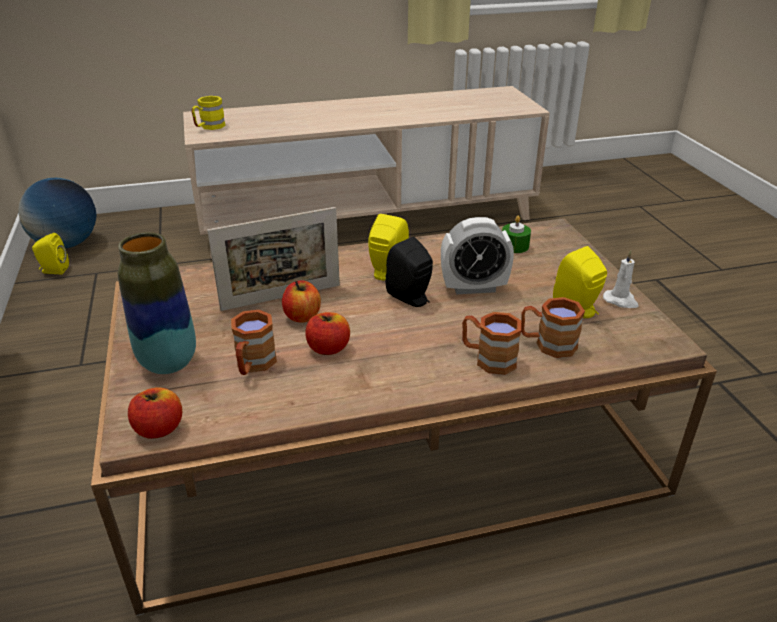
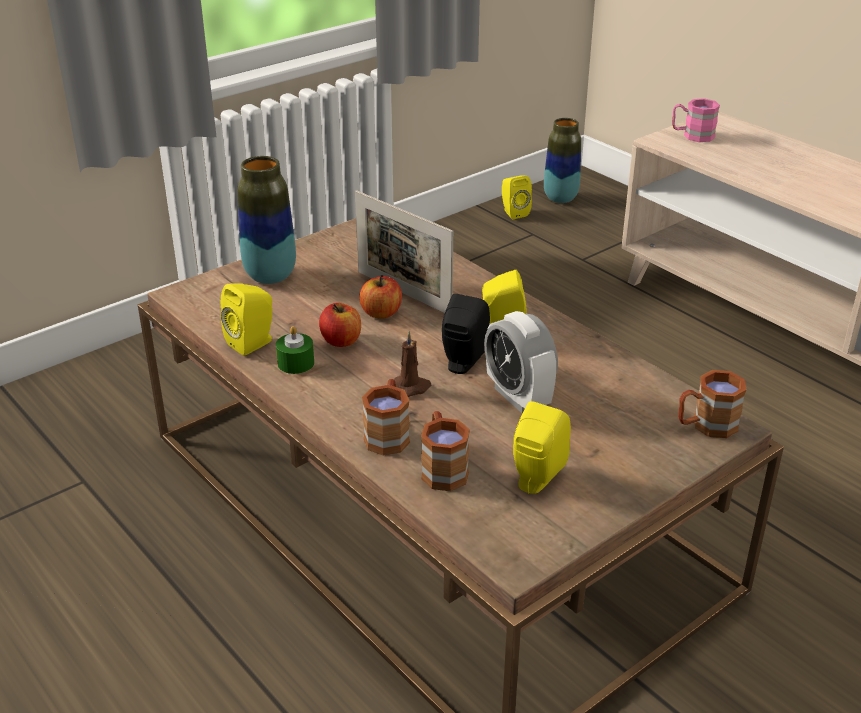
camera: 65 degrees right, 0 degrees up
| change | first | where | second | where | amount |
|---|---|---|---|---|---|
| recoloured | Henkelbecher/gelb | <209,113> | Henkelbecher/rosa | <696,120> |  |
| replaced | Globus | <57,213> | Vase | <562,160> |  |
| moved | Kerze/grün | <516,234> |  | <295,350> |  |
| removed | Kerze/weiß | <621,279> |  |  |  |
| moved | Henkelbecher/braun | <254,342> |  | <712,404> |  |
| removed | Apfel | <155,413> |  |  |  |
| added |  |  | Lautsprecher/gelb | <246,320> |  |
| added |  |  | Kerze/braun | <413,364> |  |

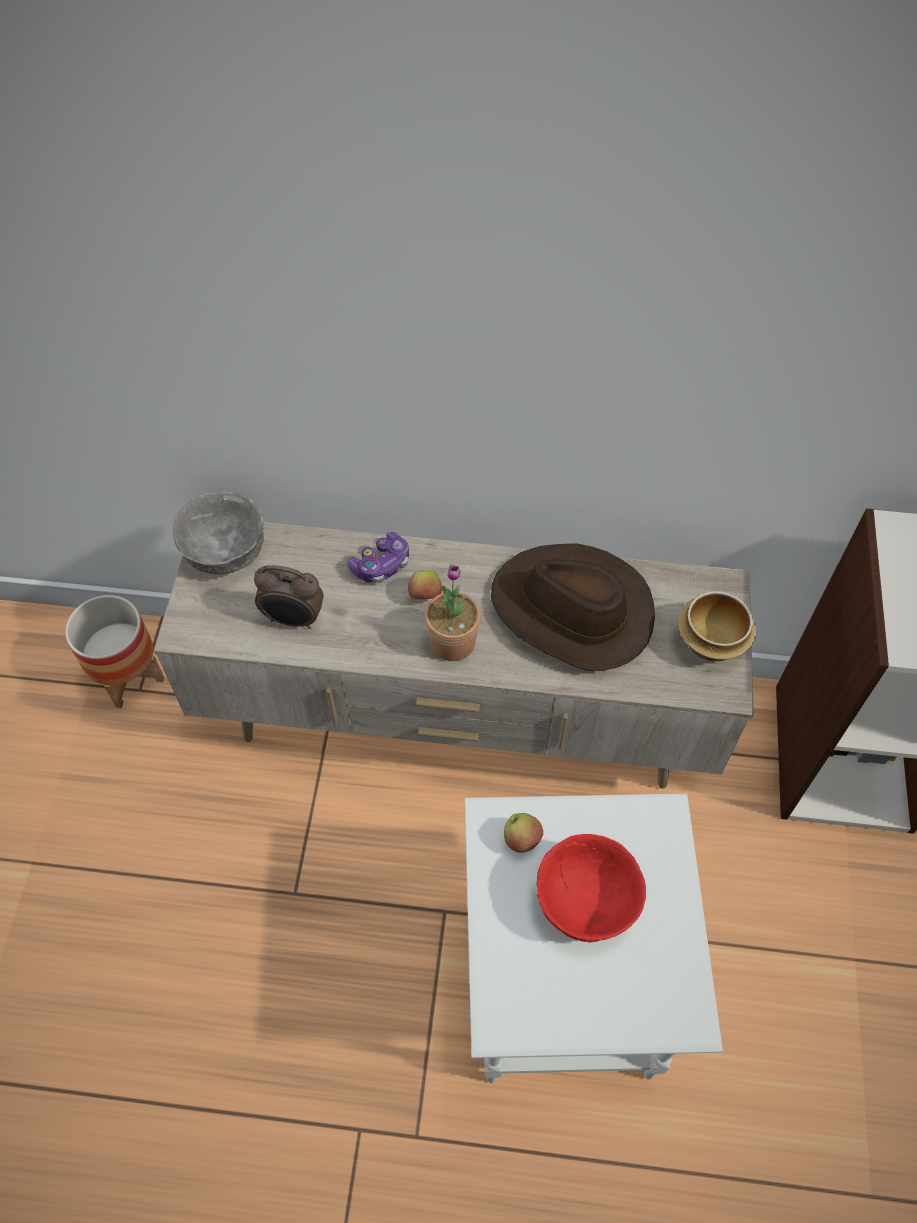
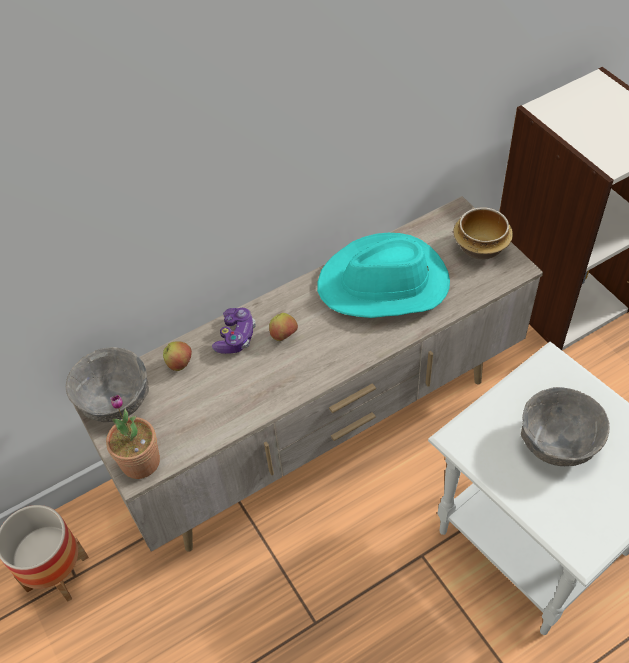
camera: 35 degrees left, 5 degrees down
| change | first | where | second | where | amount |
|---|---|---|---|---|---|
| recoloured | Hut/braun | <573,607> | Hut/türkis | <383,275> |  |
| removed | Wecker | <289,597> |  |  |  |
| moved | Topfpflanze | <453,613> |  | <133,436> |  |
| moved | Apfel | <523,833> |  | <177,356> |  |
| recoloured | Schüssel/rot | <591,888> | Schüssel/grau | <565,426> |  |

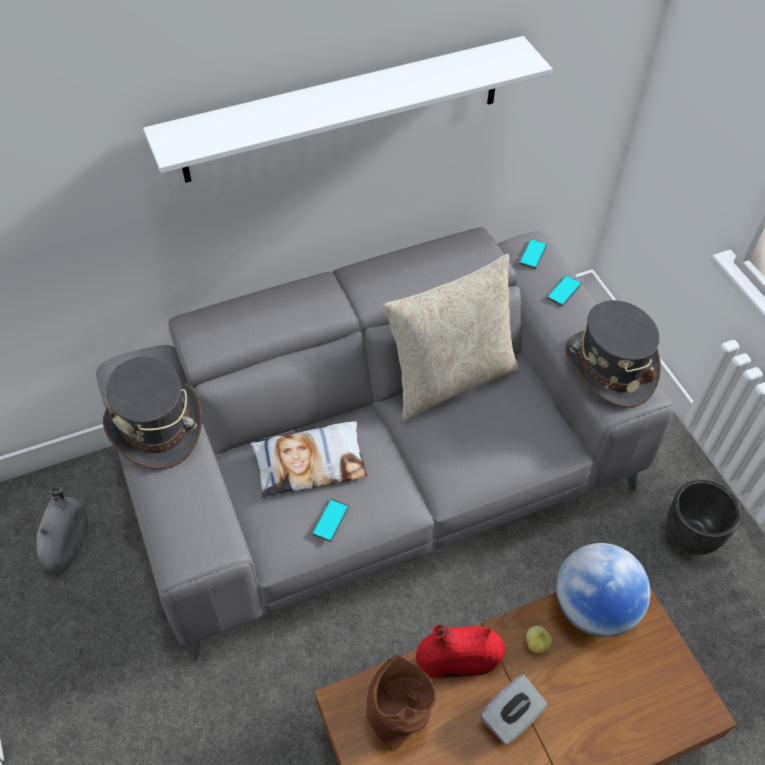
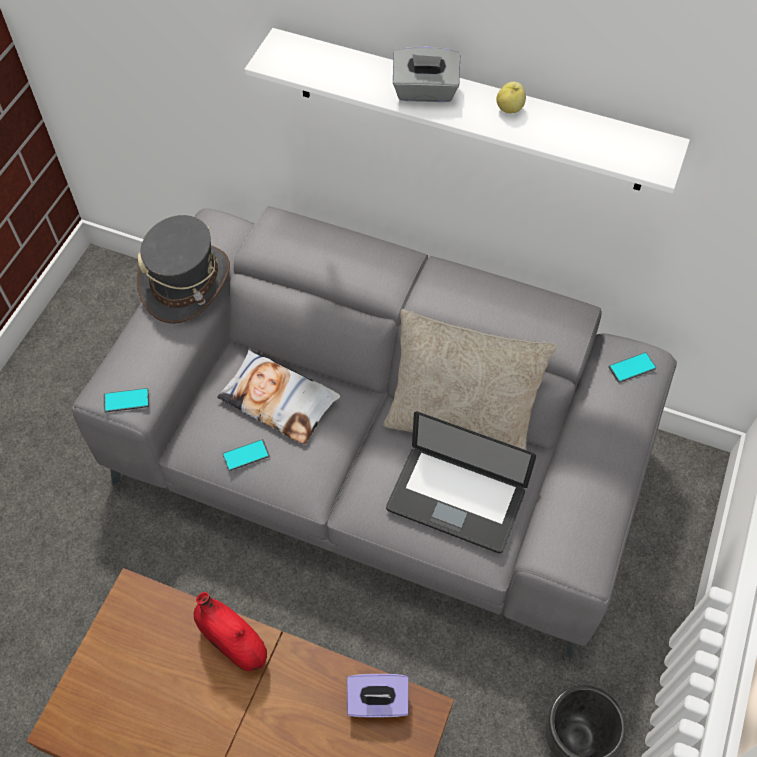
camera: 45 degrees right, 5 degrees up
| change | first | where | second | where | amount |
|---|---|---|---|---|---|
| moved | Handy | <564,290> |  | <126,400> |  |
| removed | Hut/grau | <613,354> |  |  |  |
| removed | Vase/grau | <62,529> |  |  |  |
| replaced | Globus | <603,590> | Taschentuchbox/lila | <378,696> |  |
| moved | Apfel | <539,640> |  | <511,97> |  |
| removed | Vase/braun | <401,701> |  |  |  |
| moved | Taschentuchbox/grau | <513,709> |  | <426,74> |  |
| added |  |  | Laptop | <461,482> |  |

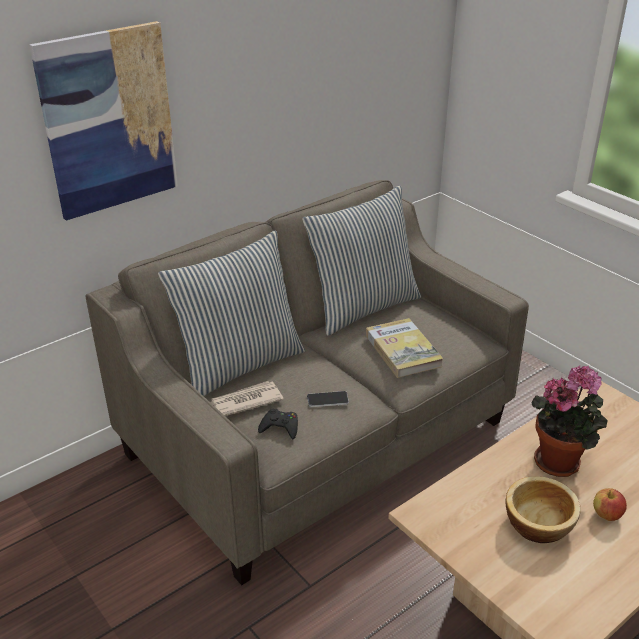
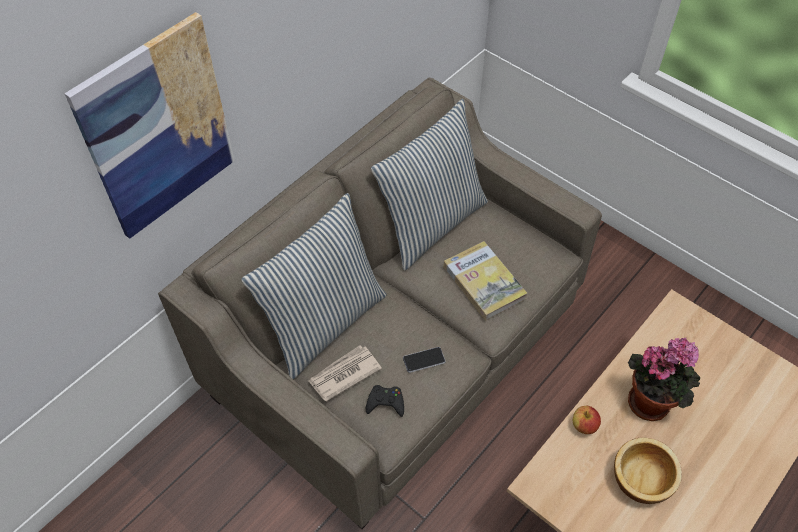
camera: 10 degrees left, 20 degrees up
| change | first | where | second | where | amount |
|---|---|---|---|---|---|
| moved | Apfel | <610,504> |  | <587,420> |  |

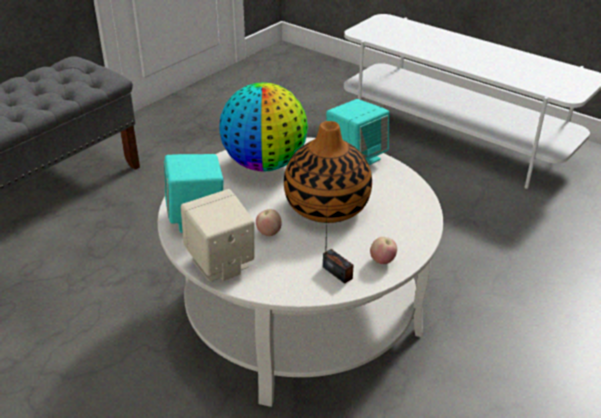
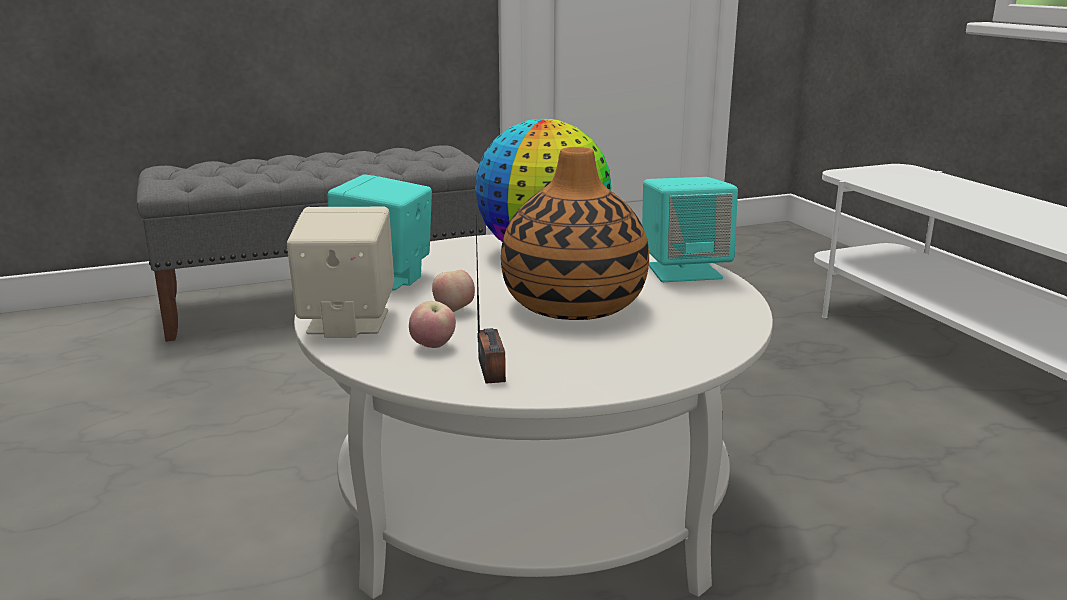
camera: 30 degrees right, 15 degrees down
| change | first | where | second | where | amount |
|---|---|---|---|---|---|
| moved | Apfel | <383,250> |  | <432,324> |  |

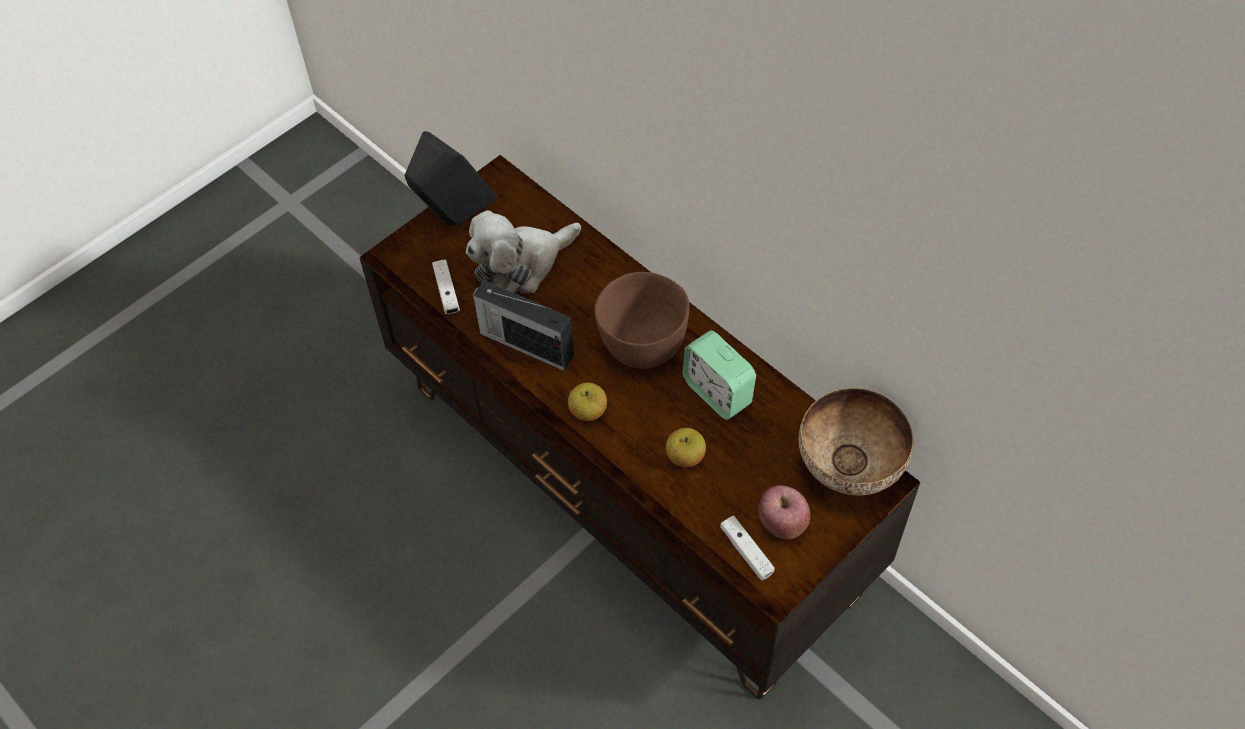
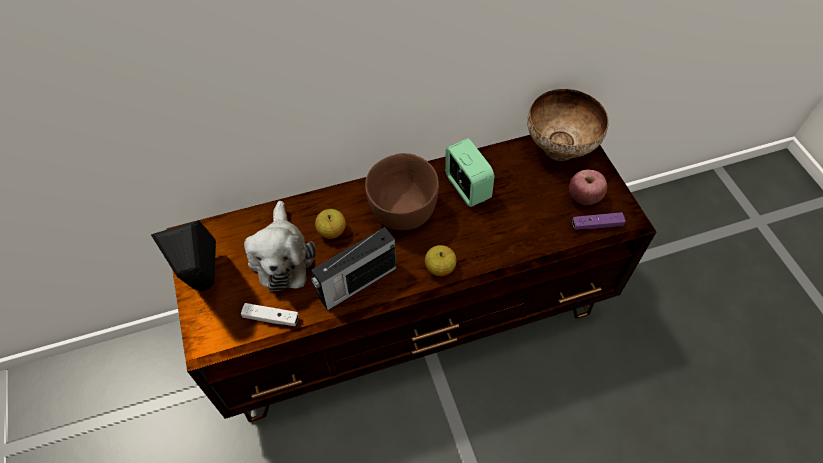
camera: 65 degrees left, 0 degrees up
| change | first | where | second | where | amount |
|---|---|---|---|---|---|
| turned | Wecker | <719,375> |  | <470,172> | 105 degrees counterclockwise |
| moved | Apfel | <686,448> |  | <330,224> |  |
| recoloured | Gamepad/weiß | <747,548> | Gamepad/lila | <599,221> |  |

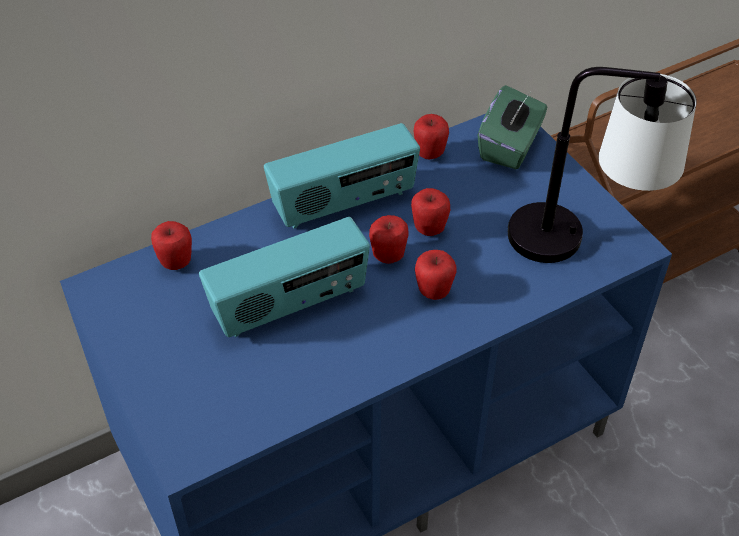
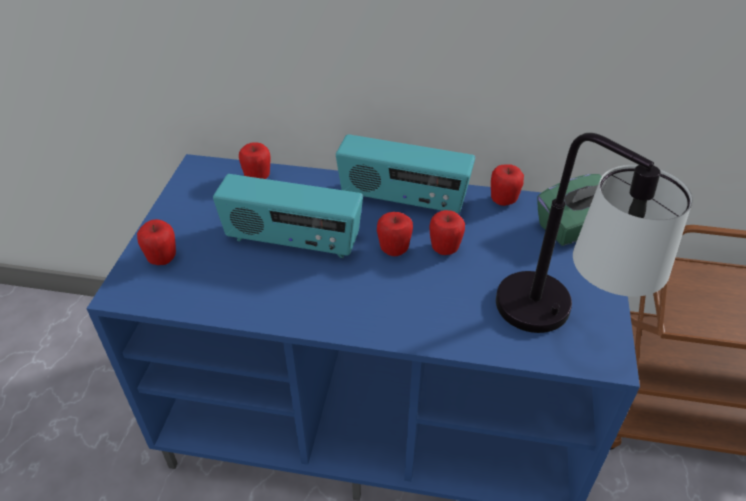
camera: 40 degrees right, 5 degrees down
| change | first | where | second | where | amount |
|---|---|---|---|---|---|
| moved | Apfel | <435,275> |  | <156,242> |  |

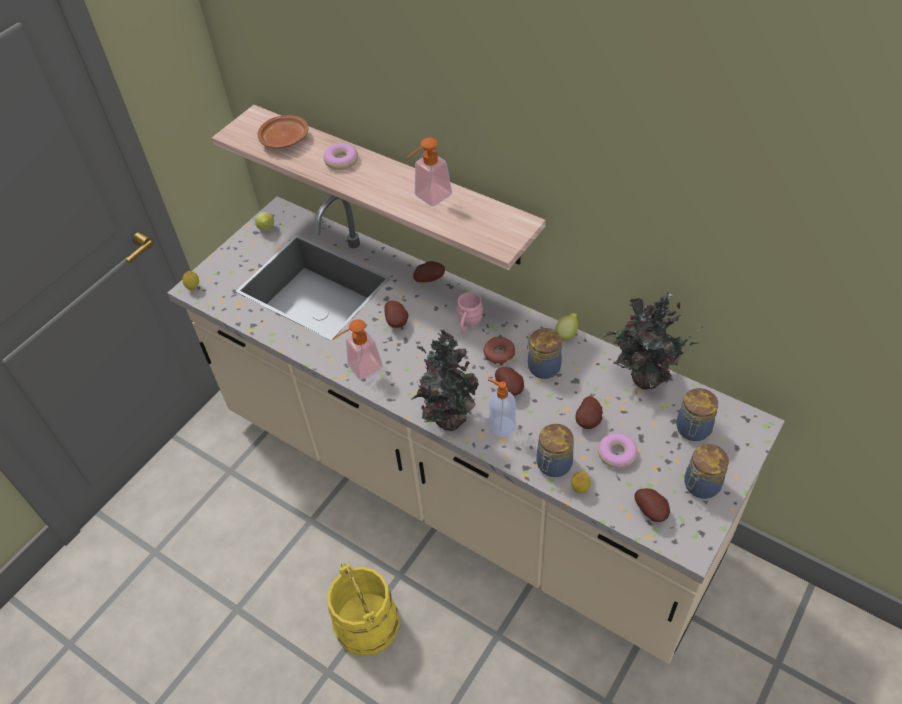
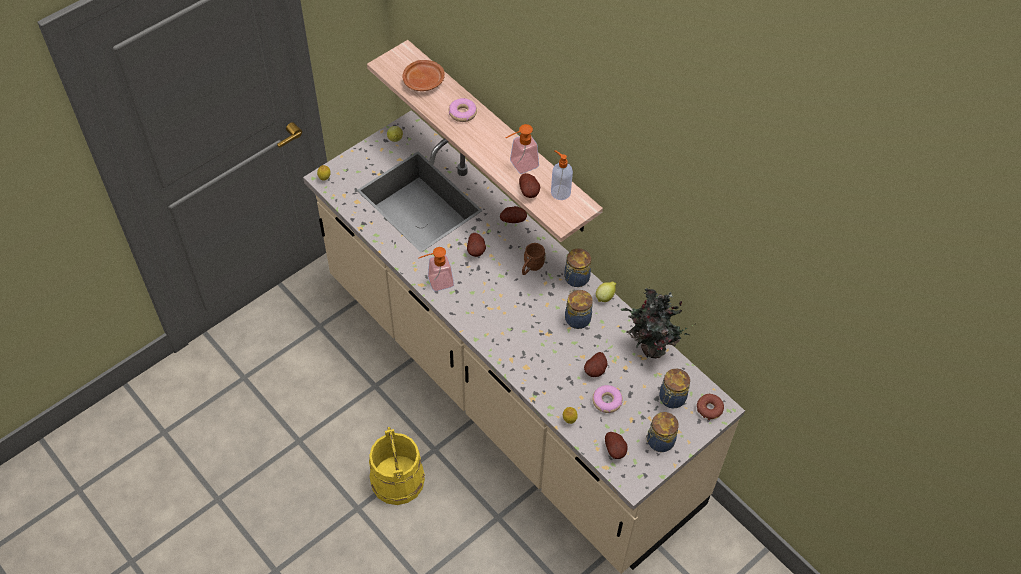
camera: 10 degrees right, 5 degrees up
| change | first | where | second | where | amount |
|---|---|---|---|---|---|
| recoloured | Henkelbecher/rosa | <470,313> | Henkelbecher/braun | <534,259> |  |
| removed | Topfpflanze | <445,380> |  |  |  |
| moved | Donut | <499,351> |  | <710,407> |  |
| moved | Kartoffel | <509,381> |  | <529,185> |  |
| moved | Seifenspender | <502,408> |  | <562,175> |  |
| moved | Vorratsglas | <555,450> |  | <577,267> |  |

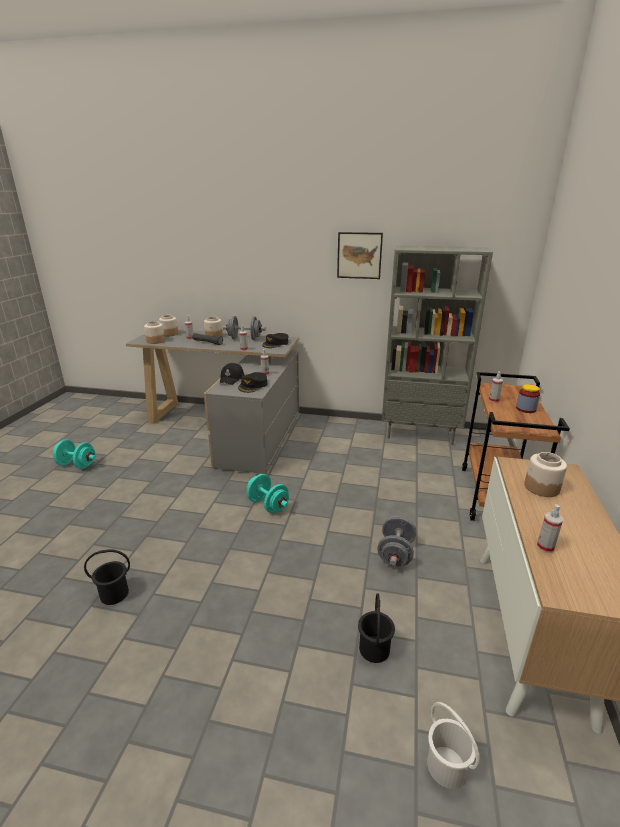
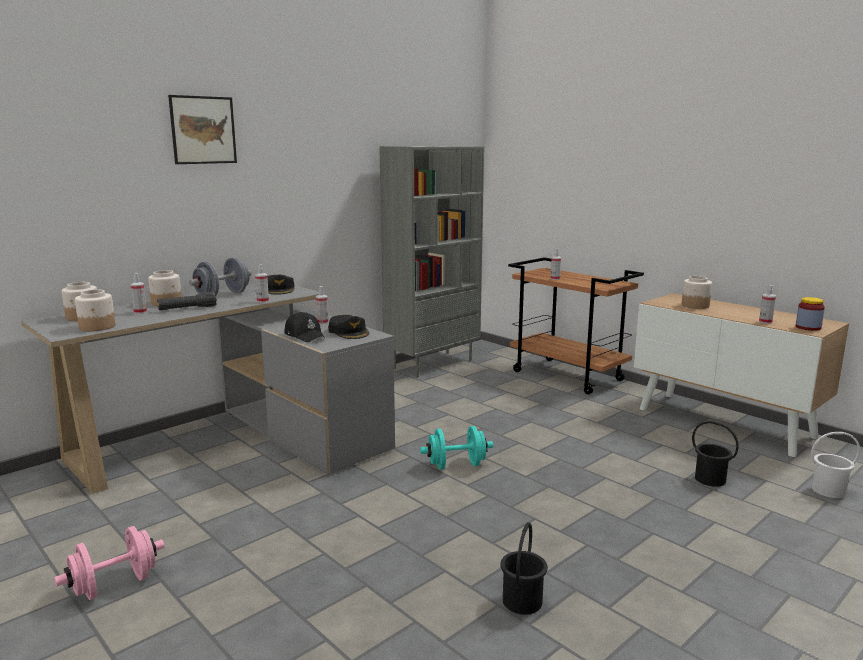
camera: 55 degrees left, 10 degrees down
| change | first | where | second | where | amount |
|---|---|---|---|---|---|
| moved | Bild | <360,255> |  | <202,129> |  |
| moved | Vorratsglas | <528,398> |  | <810,314> |  |
| recoloured | Hantel/türkis | <74,454> | Hantel/rosa | <109,563> |  |
| removed | Hantel/grau | <397,541> |  |  |  |

